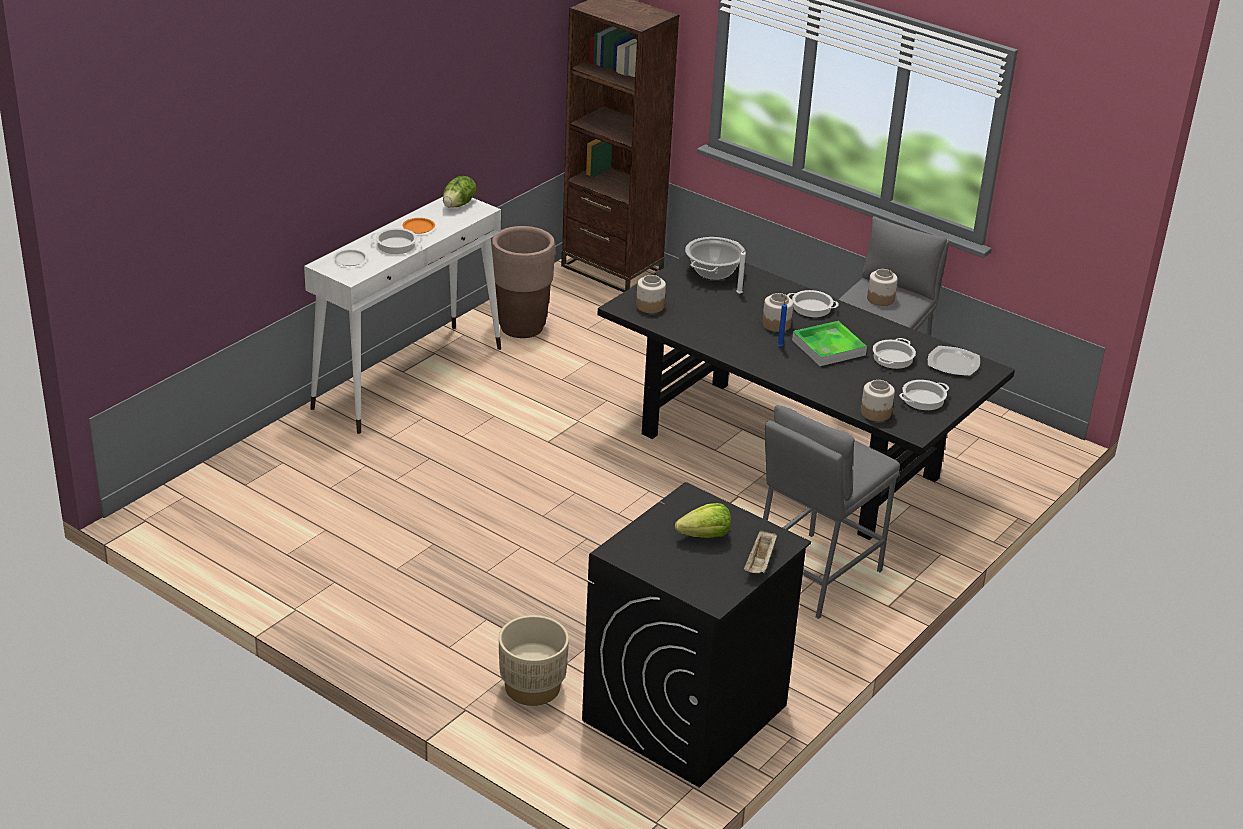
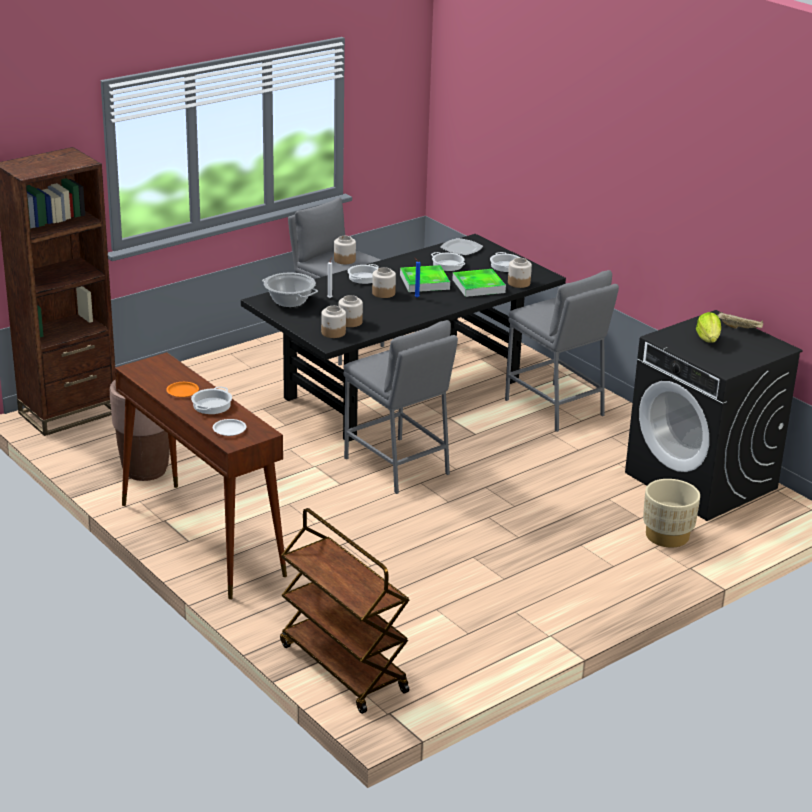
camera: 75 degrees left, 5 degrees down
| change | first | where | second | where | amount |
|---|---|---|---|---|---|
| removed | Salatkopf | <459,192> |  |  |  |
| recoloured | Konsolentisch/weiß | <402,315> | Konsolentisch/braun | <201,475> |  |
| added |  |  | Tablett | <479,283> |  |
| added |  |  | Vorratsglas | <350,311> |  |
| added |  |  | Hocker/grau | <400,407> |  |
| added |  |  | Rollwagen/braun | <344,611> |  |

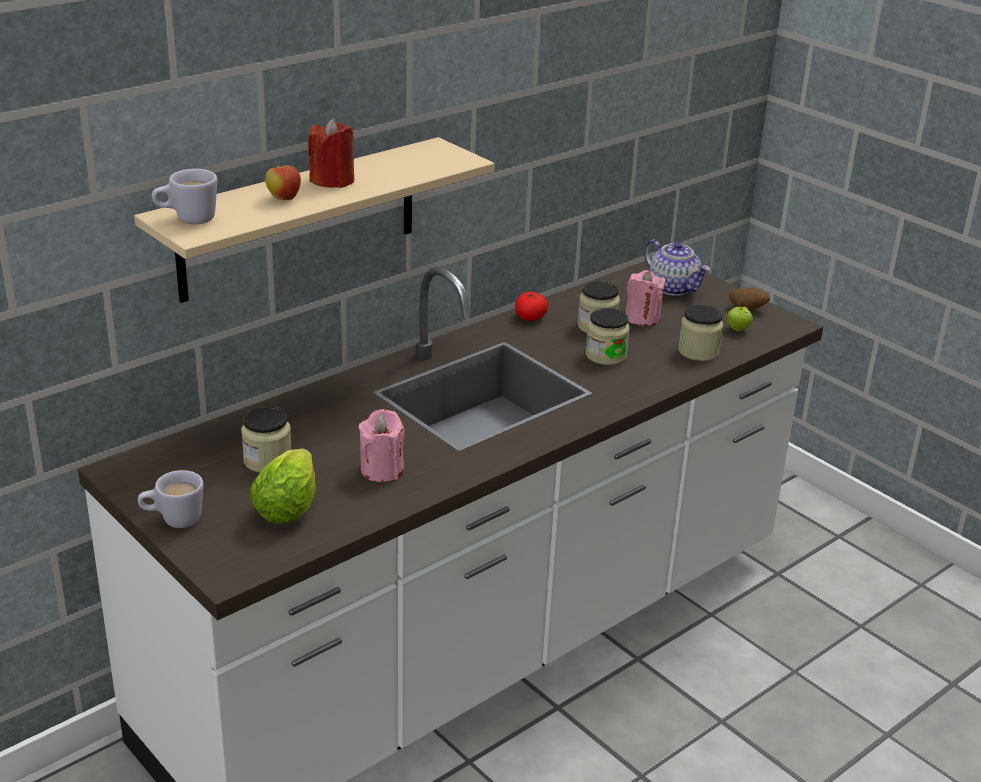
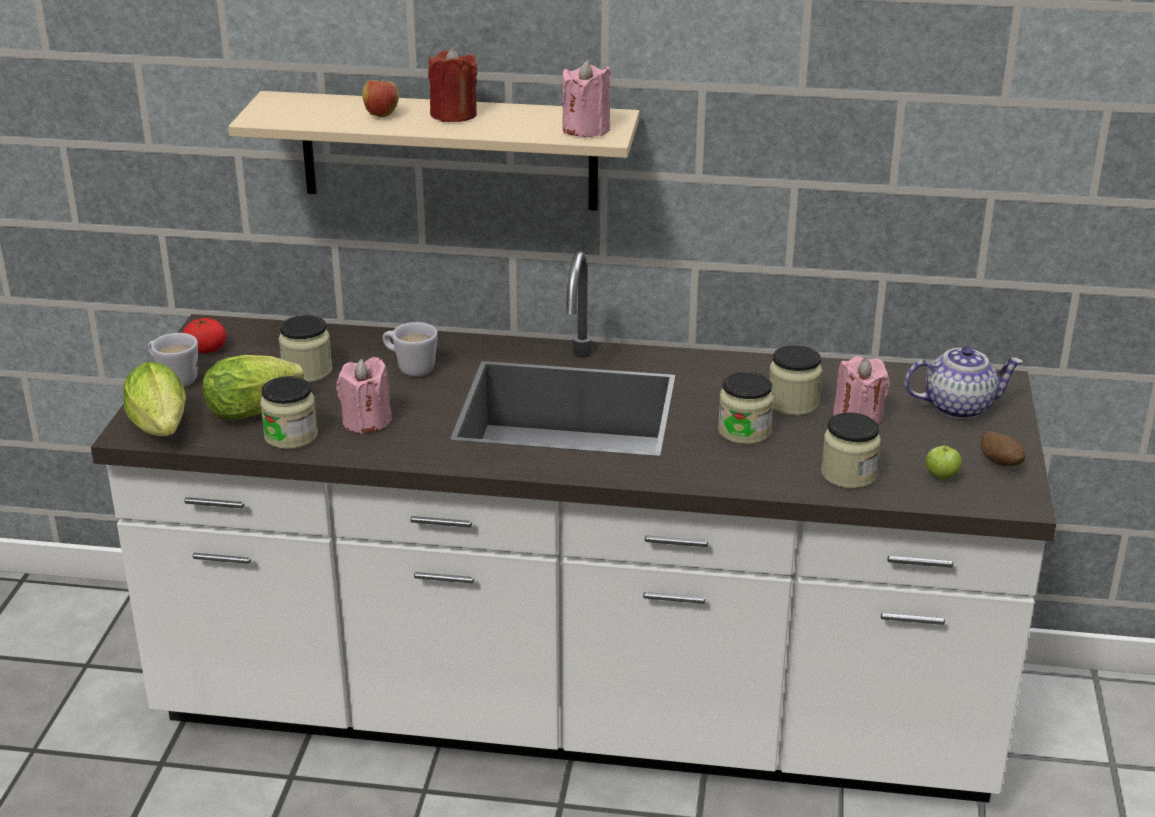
camera: 50 degrees right, 0 degrees up
| change | first | where | second | where | amount |
|---|---|---|---|---|---|
| moved | Henkelbecher/weiß | <184,196> |  | <410,349> |  |
| turned | Teekanne | <677,267> |  | <963,382> | 105 degrees counterclockwise |
| moved | Tomate | <531,306> |  | <204,335> |  |
| added |  |  | Kerze/rosa | <586,98> |  |
| added |  |  | Salatkopf | <154,399> |  |
| added |  |  | Vorratsglas | <289,412> |  |

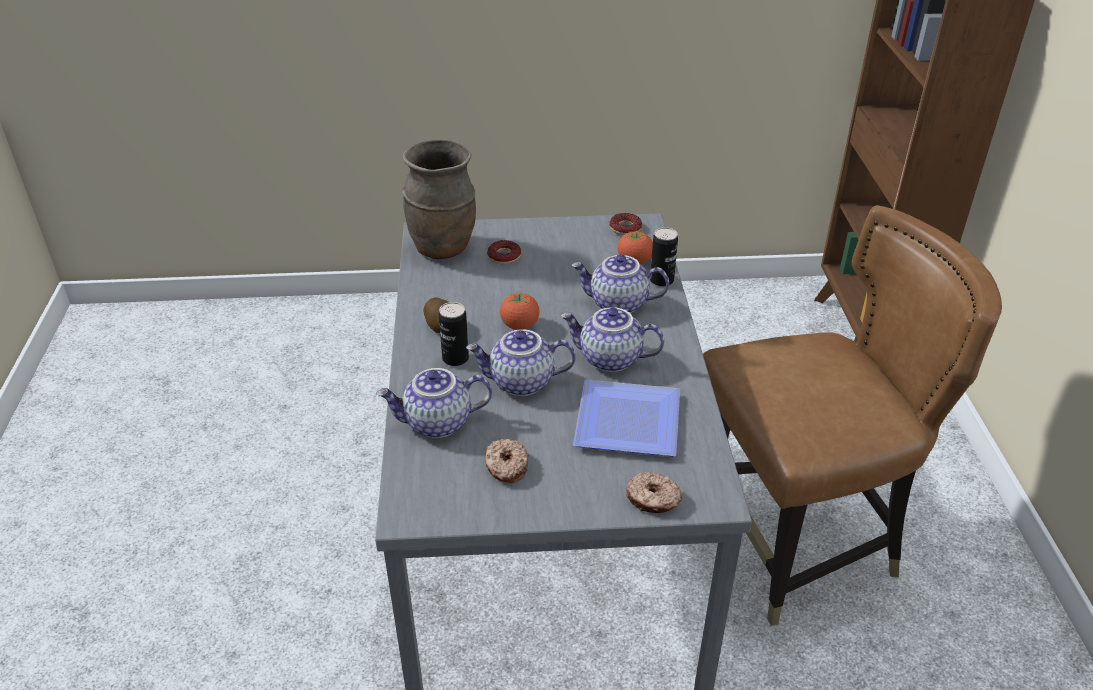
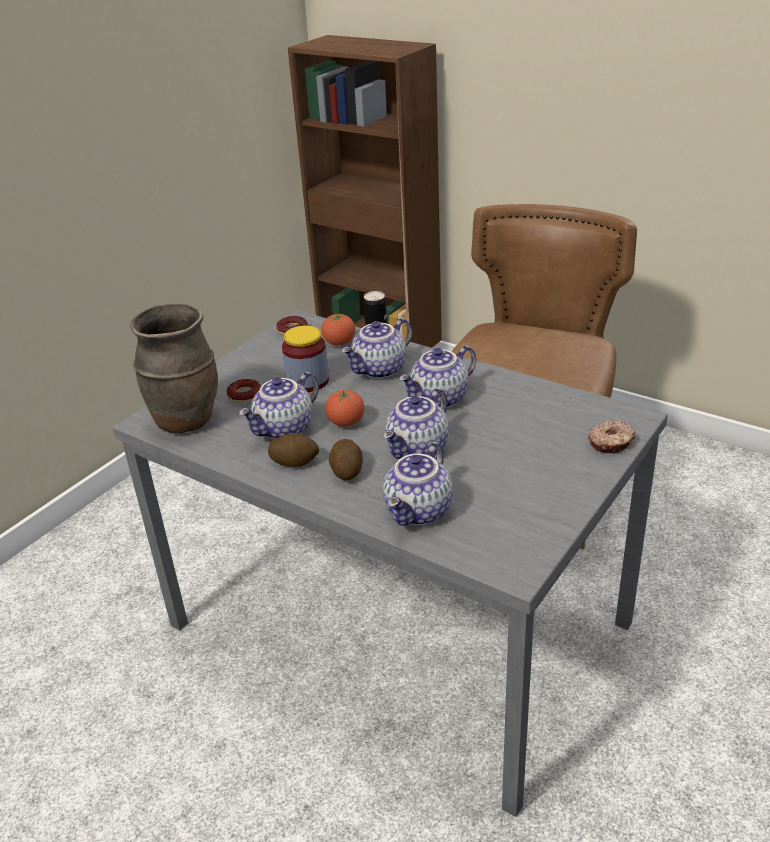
camera: 50 degrees left, 5 degrees down
| change | first | where | second | where | amount |
|---|---|---|---|---|---|
| replaced | Dose | <454,334> | Kartoffel | <346,459> |  |
| removed | Teller | <626,418> |  |  |  |
| removed | Donut | <507,461> |  |  |  |
| added |  |  | Vorratsglas | <305,359> |  |
| added |  |  | Teekanne | <279,405> |  |

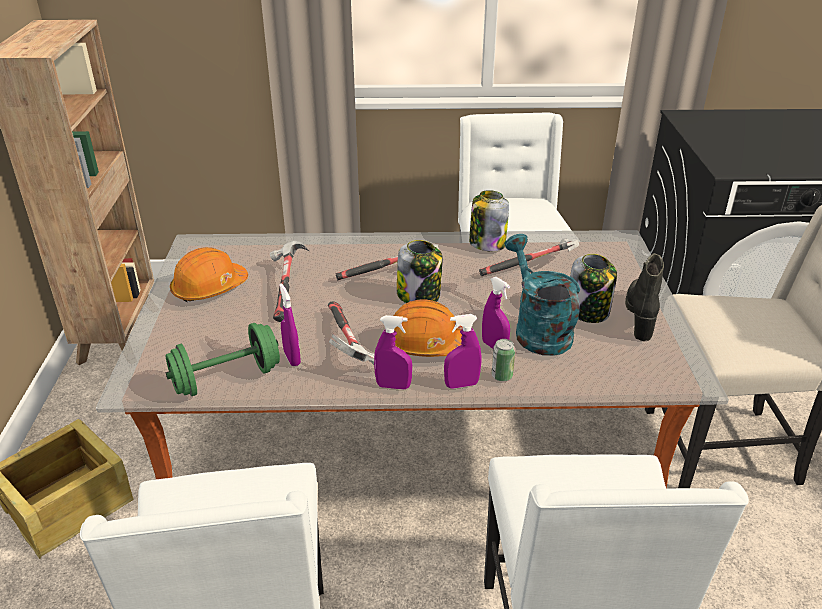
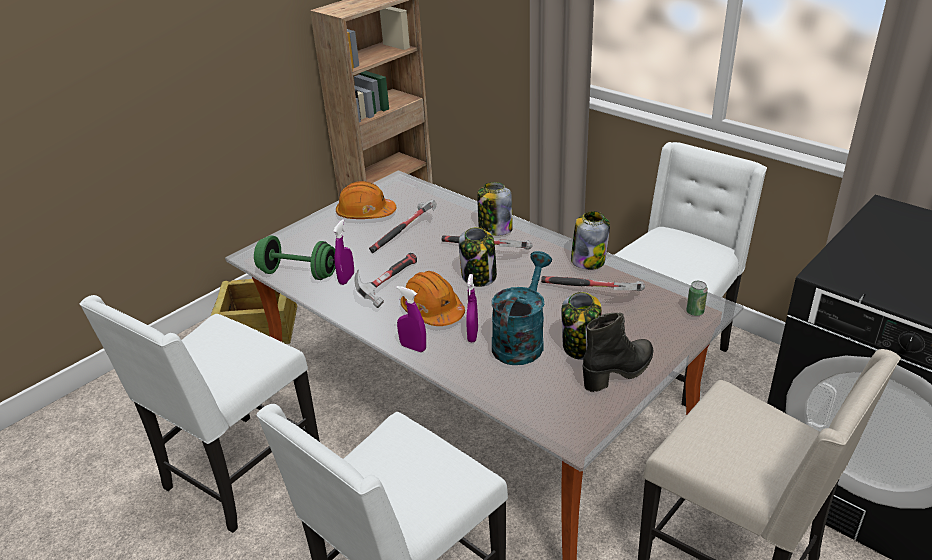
camera: 45 degrees right, 0 degrees up
| change | first | where | second | where | amount |
|---|---|---|---|---|---|
| removed | Sprühflasche/lila | <393,352> |  |  |  |
| moved | Dose | <503,360> |  | <697,298> |  |
| added |  |  | Vorratsglas | <495,209> |  |

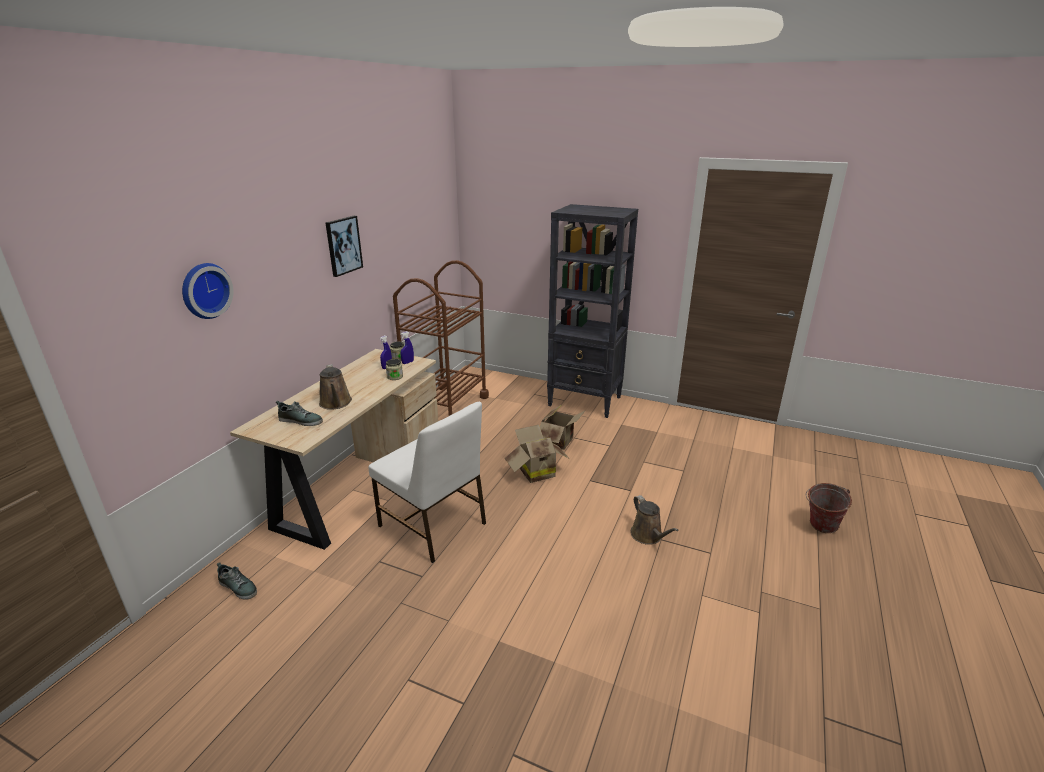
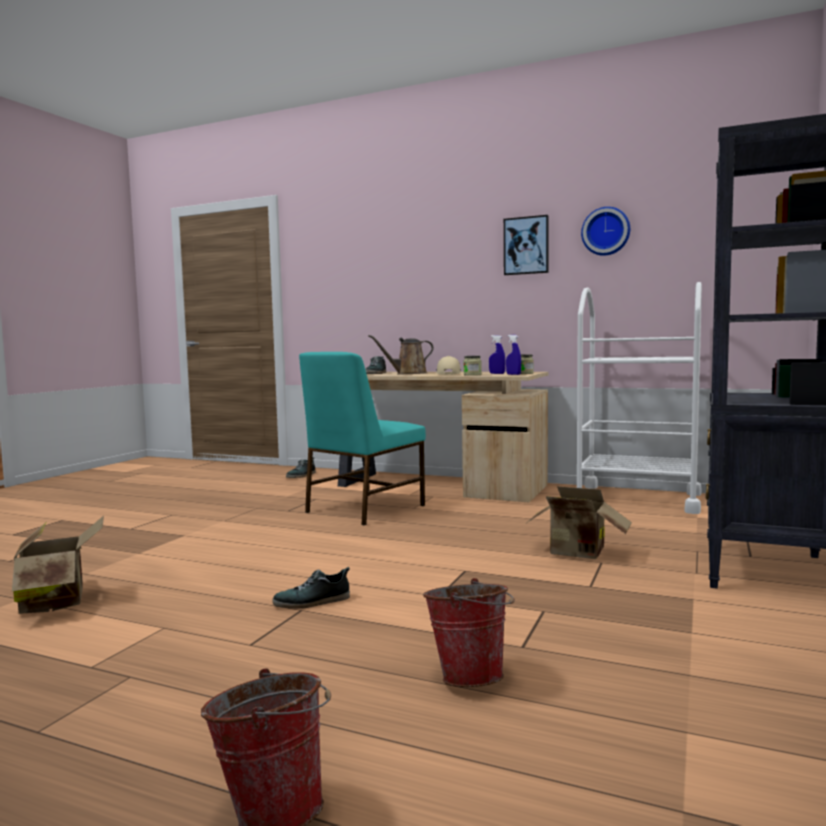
camera: 90 degrees right, 20 degrees down
| change | first | where | second | where | amount |
|---|---|---|---|---|---|
| recoloured | Rollwagen/braun | <441,338> | Rollwagen/weiß | <639,398> |  |
| moved | Wanduhr | <208,291> |  | <605,231> |  |
| recoloured | Stuhl/weiß | <427,482> | Stuhl/türkis | <362,438> |  |
| moved | Karton | <537,454> |  | <58,565> |  |
| replaced | Gießkanne/braun | <655,520> | Schuh | <311,588> |  |
| added |  |  | Kappe/beige | <448,365> |  |
| added |  |  | Eimer | <469,632> |  |

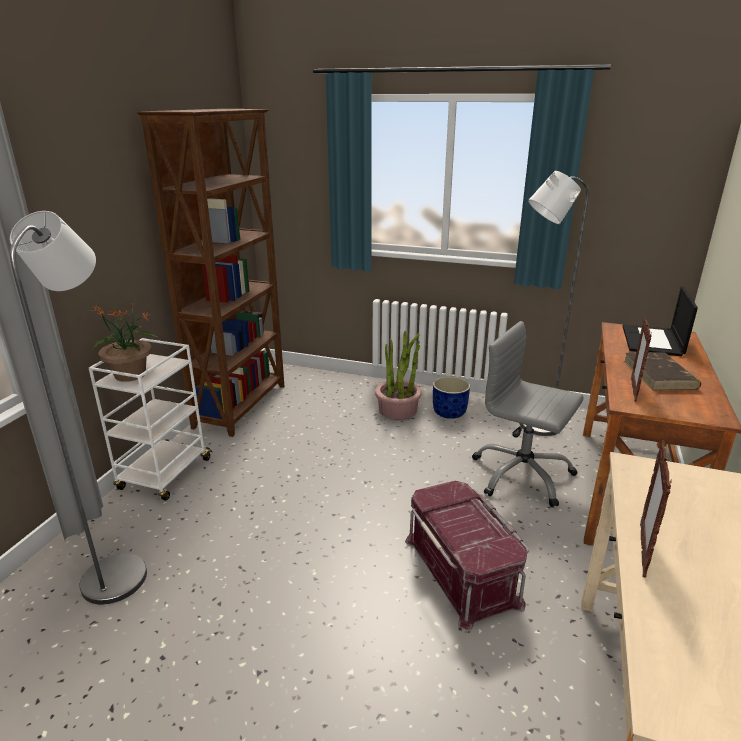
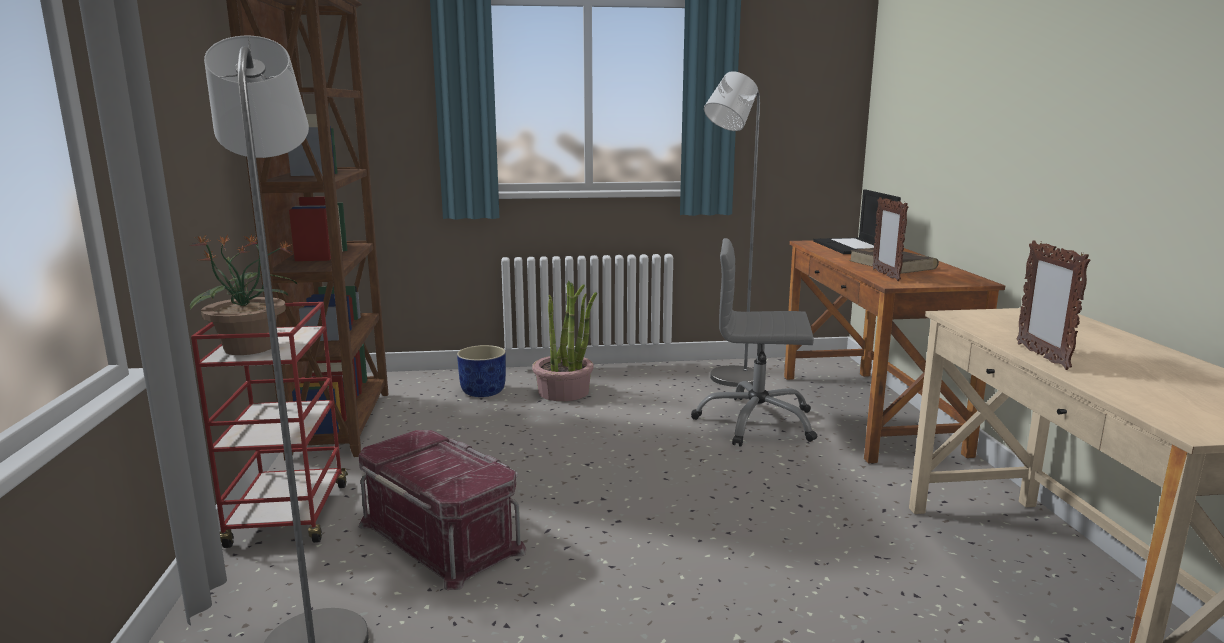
camera: 25 degrees left, 10 degrees down
| change | first | where | second | where | amount |
|---|---|---|---|---|---|
| recoloured | Rollwagen/weiß | <151,419> | Rollwagen/rot | <269,425> |  |
| moved | Pflanzkübel/blau | <451,398> |  | <481,371> |  |
| moved | Aufbewahrungsbox/rot | <467,556> |  | <442,510> |  |

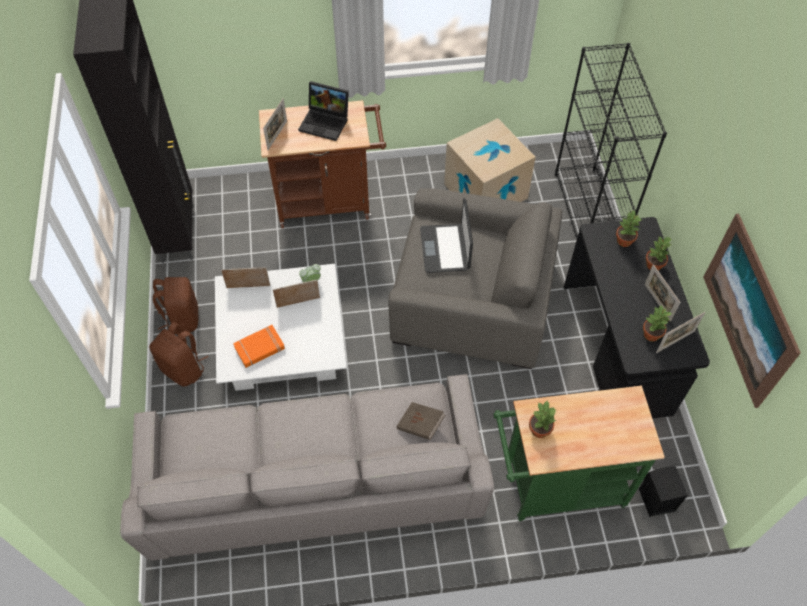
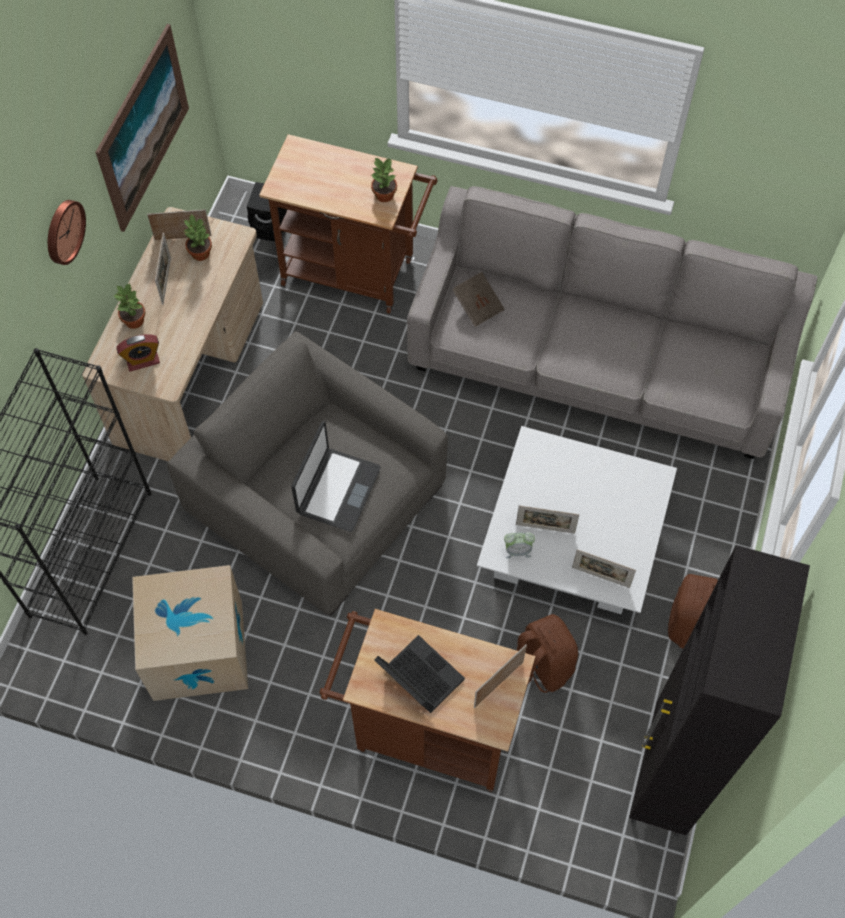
camera: 155 degrees left, 5 degrees up
| change | first | where | second | where | amount |
|---|---|---|---|---|---|
| replaced | Topfpflanze | <628,228> | Wecker | <138,352> |  |
| recoloured | Schreibtisch/schwarz | <637,318> | Schreibtisch/beige | <172,334> |  |
| moved | Rucksack/braun | <178,354> |  | <547,653> |  |
| removed | Buch/orange | <259,346> |  |  |  |
| recoloured | Rollwagen/grün | <579,453> | Rollwagen/braun | <348,224> |  |
| added |  |  | Wanduhr | <67,232> |  |

